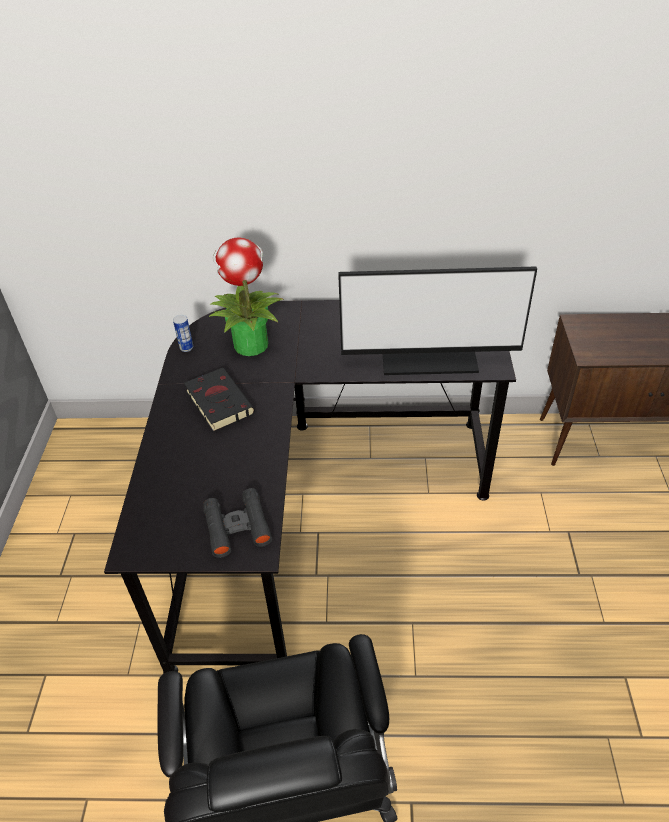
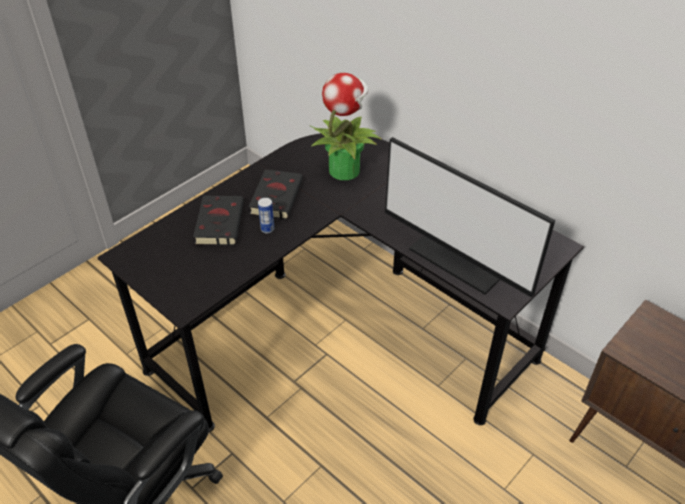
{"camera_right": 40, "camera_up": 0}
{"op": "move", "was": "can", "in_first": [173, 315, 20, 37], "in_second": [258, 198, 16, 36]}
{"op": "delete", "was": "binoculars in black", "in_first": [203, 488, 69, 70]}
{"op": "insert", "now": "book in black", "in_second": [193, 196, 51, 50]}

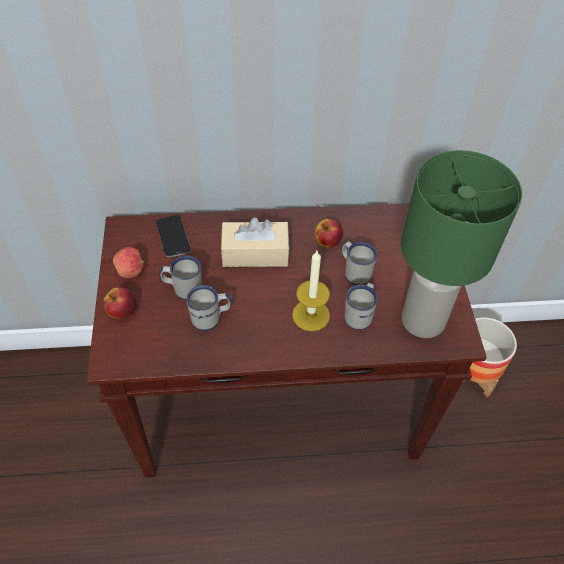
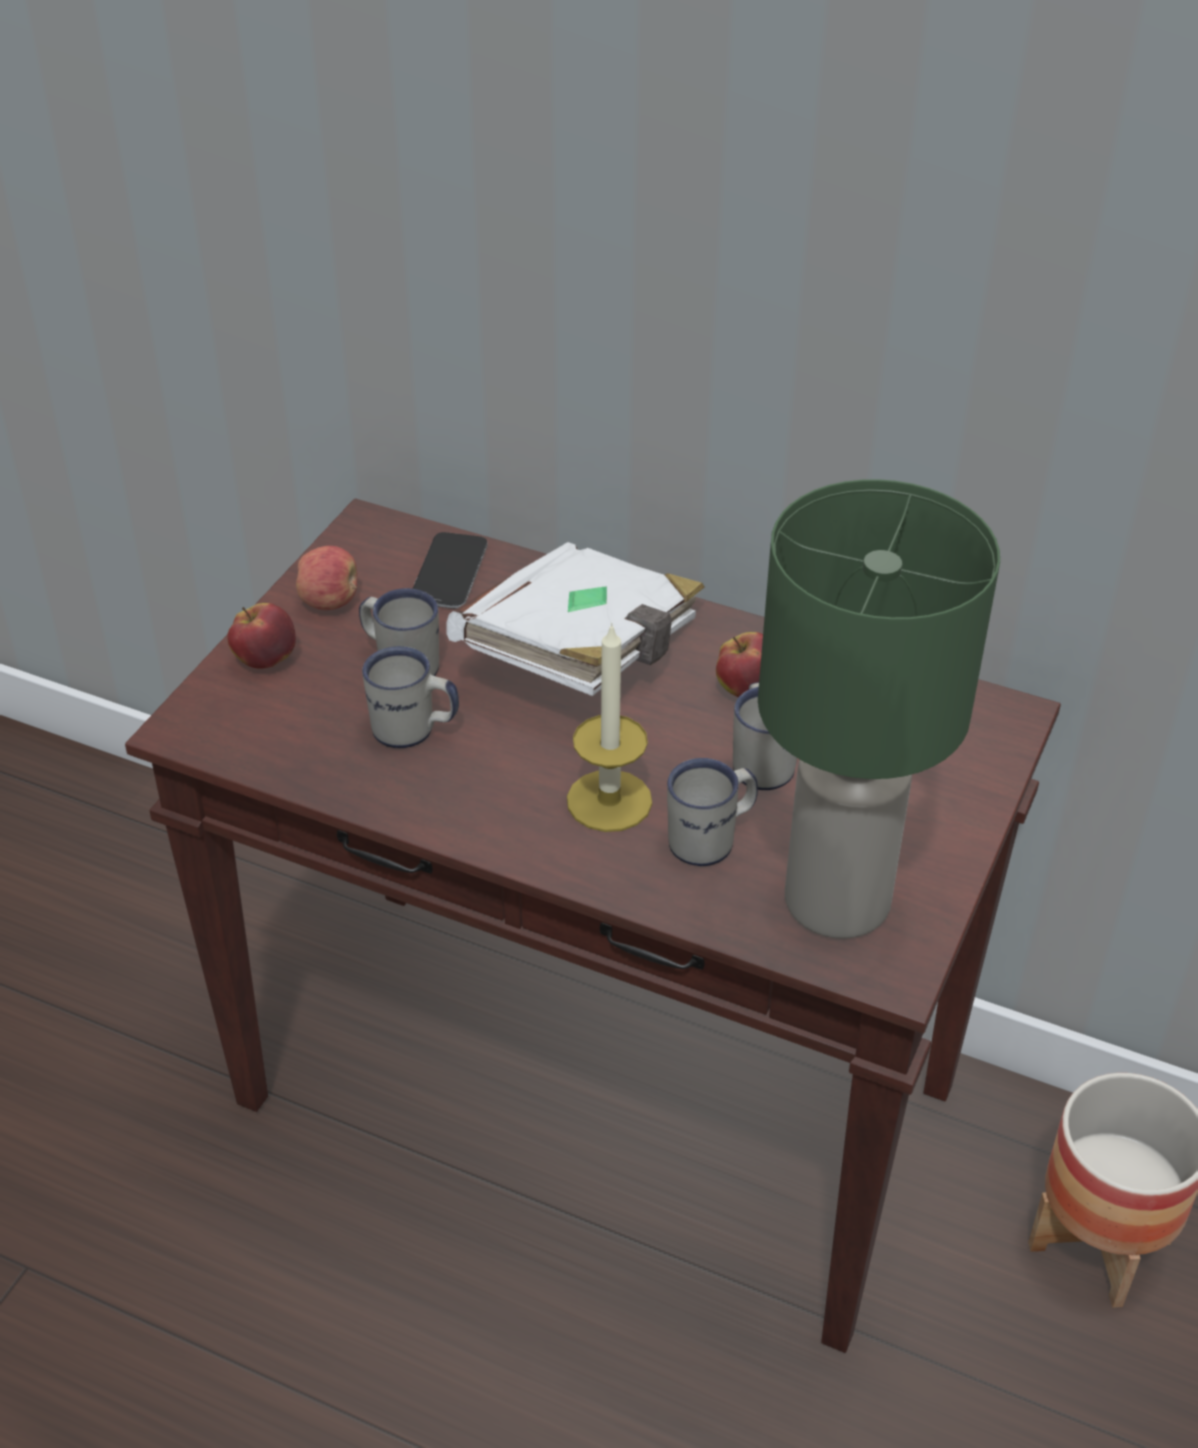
{"camera_right": 30, "camera_up": -10}
{"op": "replace", "was": "tissue box in beige", "now": "book in white", "in_first": [221, 217, 69, 50], "in_second": [446, 542, 258, 154]}

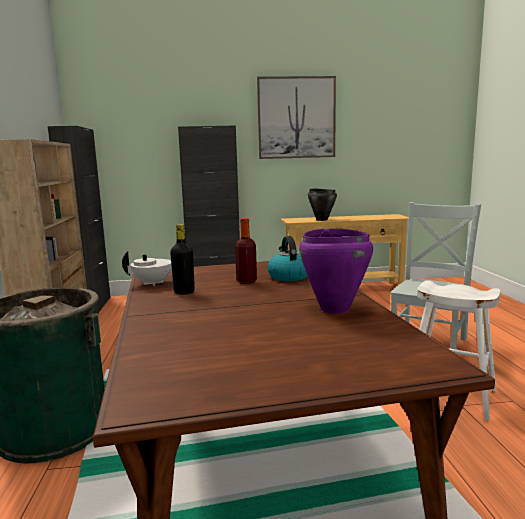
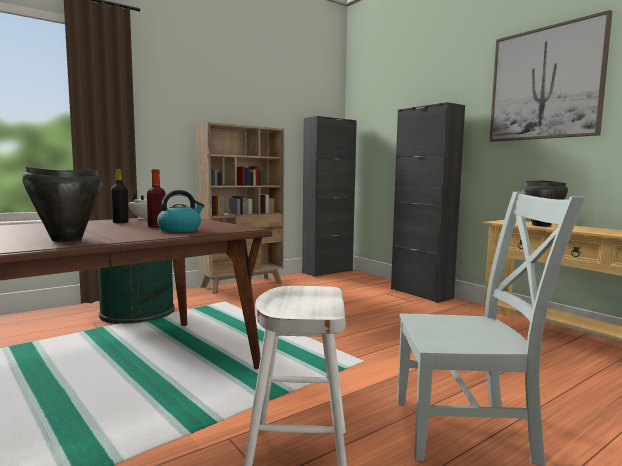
{"camera_right": 60, "camera_up": -5}
{"op": "recolor", "was": "cooking pot in purple", "now": "cooking pot in black", "in_first": [299, 228, 74, 86], "in_second": [22, 166, 80, 76]}

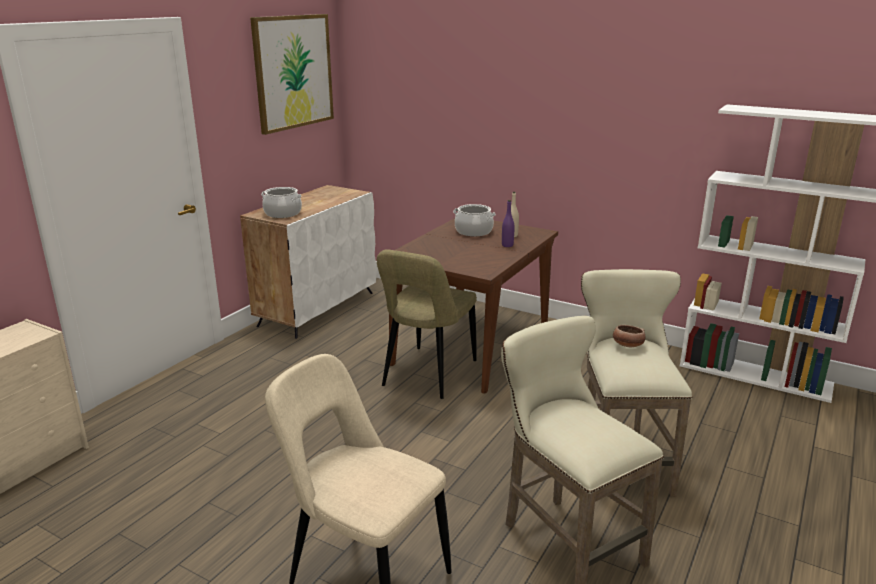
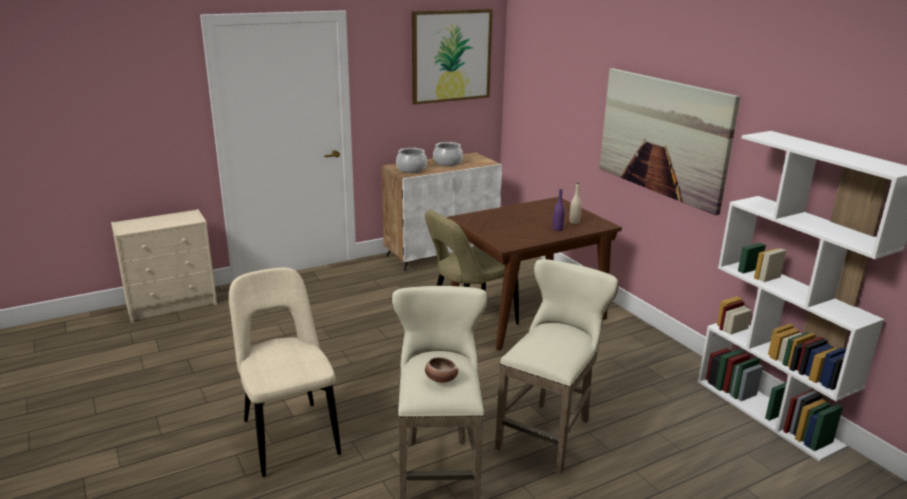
{"camera_right": 30, "camera_up": 0}
{"op": "move", "was": "cooking pot", "in_first": [453, 204, 43, 32], "in_second": [433, 142, 30, 24]}
{"op": "move", "was": "bowl", "in_first": [613, 325, 32, 22], "in_second": [425, 357, 33, 26]}
{"op": "insert", "now": "picture", "in_second": [599, 68, 141, 148]}

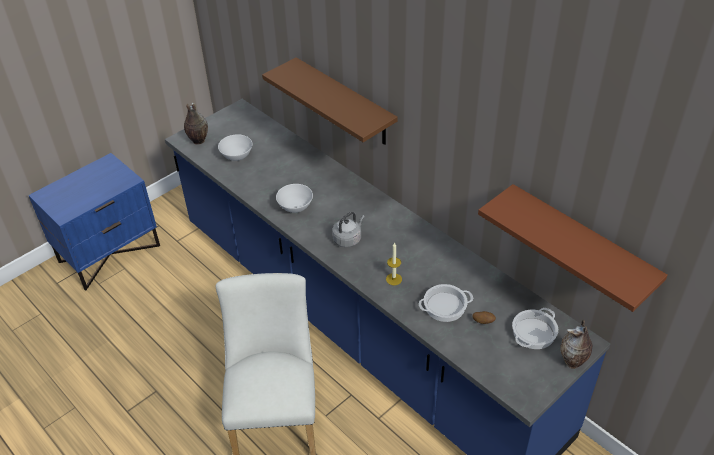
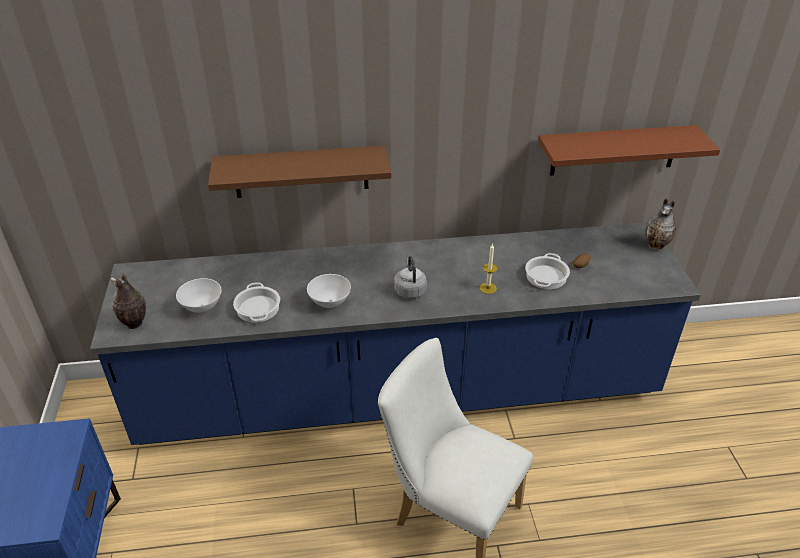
{"camera_right": -55, "camera_up": -5}
{"op": "move", "was": "cooking pot", "in_first": [512, 308, 46, 41], "in_second": [233, 282, 47, 41]}

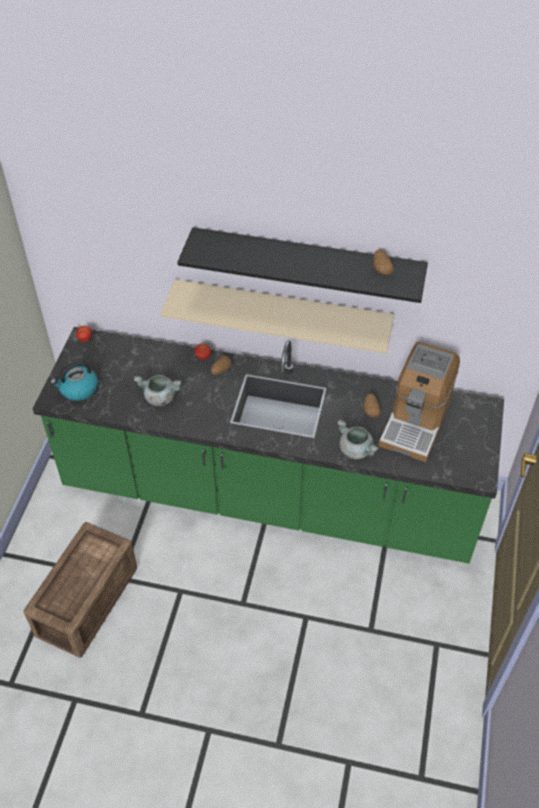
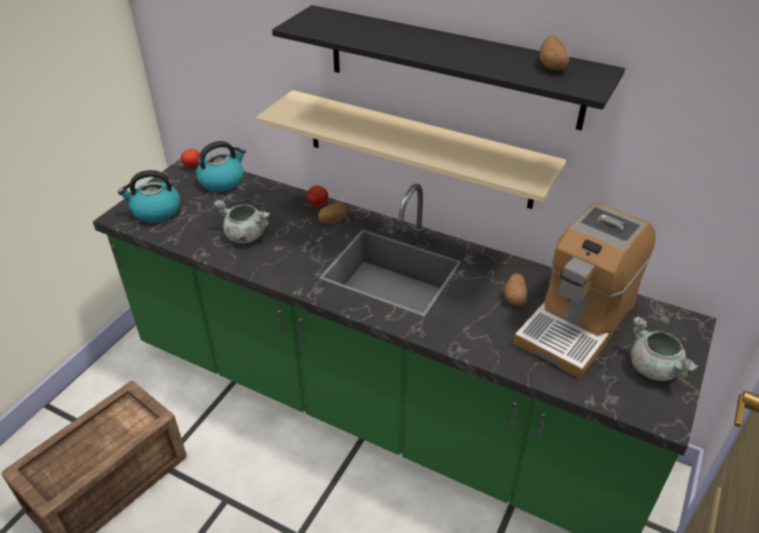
{"camera_right": 15, "camera_up": -10}
{"op": "move", "was": "cooking pot in grey", "in_first": [337, 420, 41, 39], "in_second": [631, 317, 67, 64]}
{"op": "insert", "now": "kettle", "in_second": [196, 141, 50, 51]}

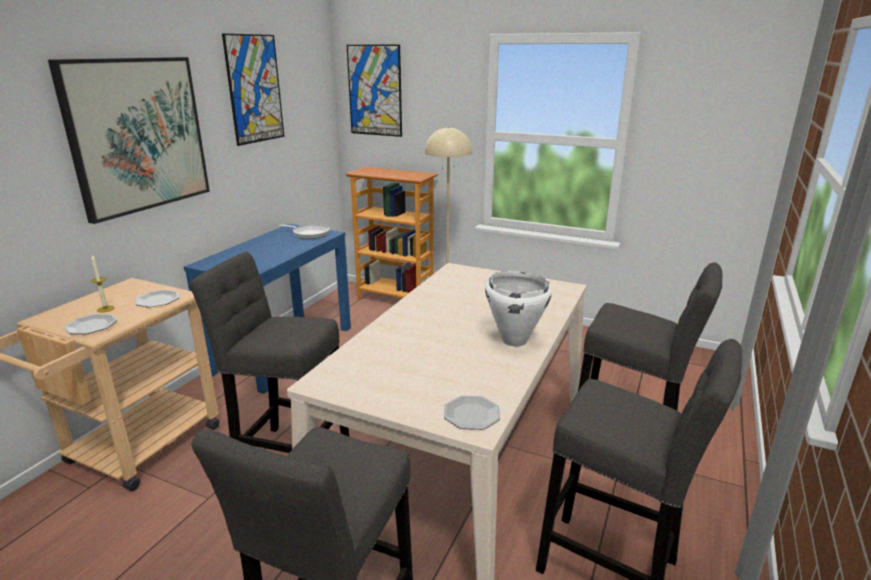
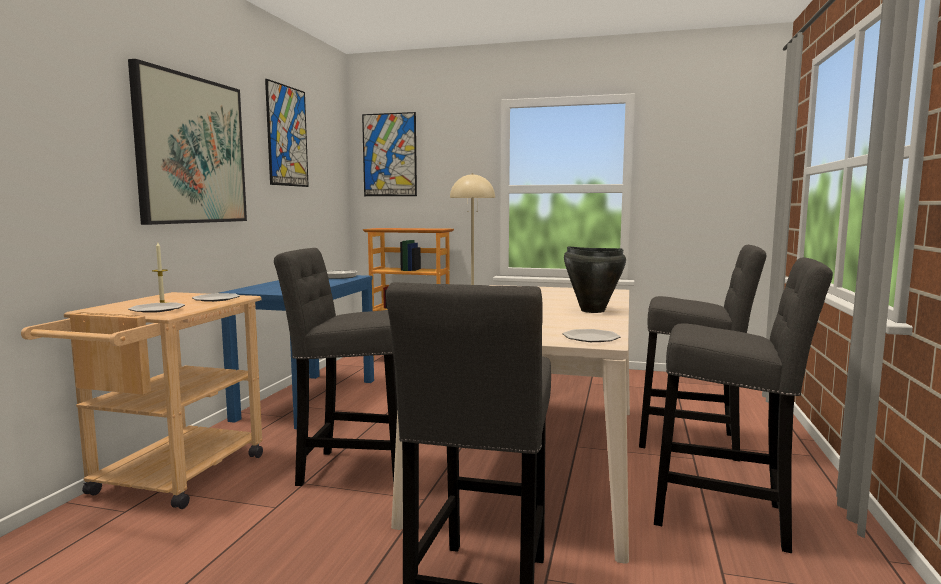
{"camera_right": -10, "camera_up": -15}
{"op": "recolor", "was": "cooking pot in white", "now": "cooking pot in black", "in_first": [485, 271, 67, 76], "in_second": [564, 246, 62, 67]}

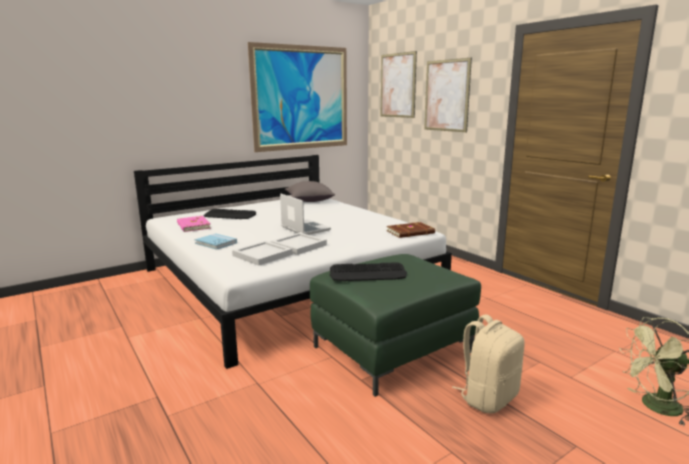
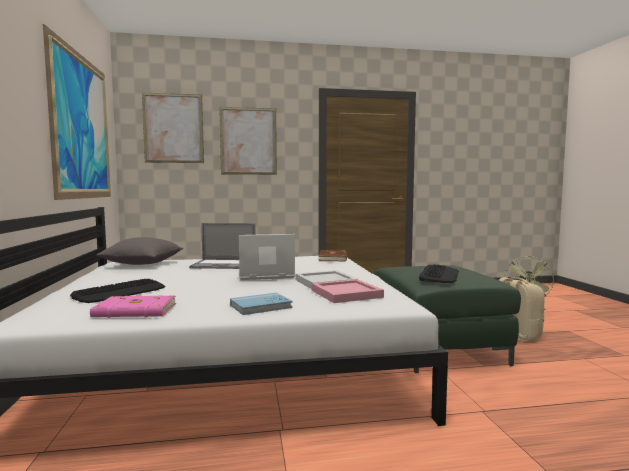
{"camera_right": -65, "camera_up": -10}
{"op": "recolor", "was": "tray in white", "now": "tray in pink", "in_first": [232, 241, 61, 25], "in_second": [312, 279, 72, 24]}
{"op": "insert", "now": "laptop", "in_second": [189, 223, 67, 46]}

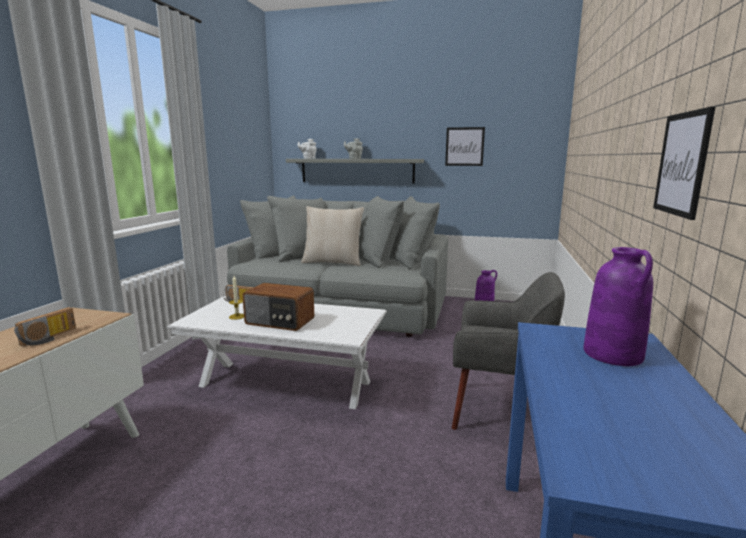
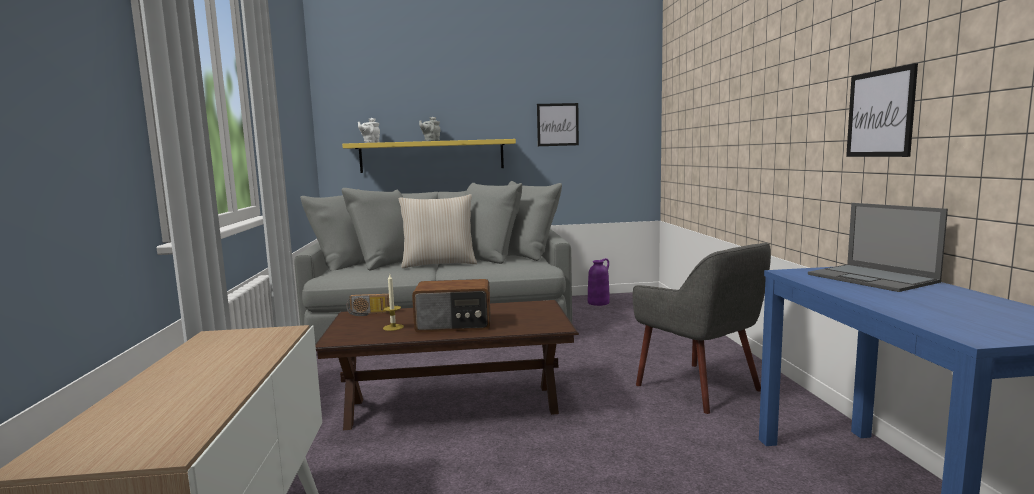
{"camera_right": -20, "camera_up": -5}
{"op": "delete", "was": "radio", "in_first": [14, 307, 62, 39]}
{"op": "recolor", "was": "coffee table in white", "now": "coffee table in brown", "in_first": [167, 296, 220, 113], "in_second": [315, 300, 264, 130]}
{"op": "recolor", "was": "shelf in grey", "now": "shelf in yellow", "in_first": [286, 159, 138, 25], "in_second": [342, 139, 174, 34]}
{"op": "rotate", "was": "armchair in grey", "in_first": [452, 272, 113, 158], "in_second": [632, 243, 139, 171], "clockwise": 60}
{"op": "replace", "was": "vase in purple", "now": "laptop", "in_first": [583, 247, 70, 119], "in_second": [808, 203, 140, 89]}

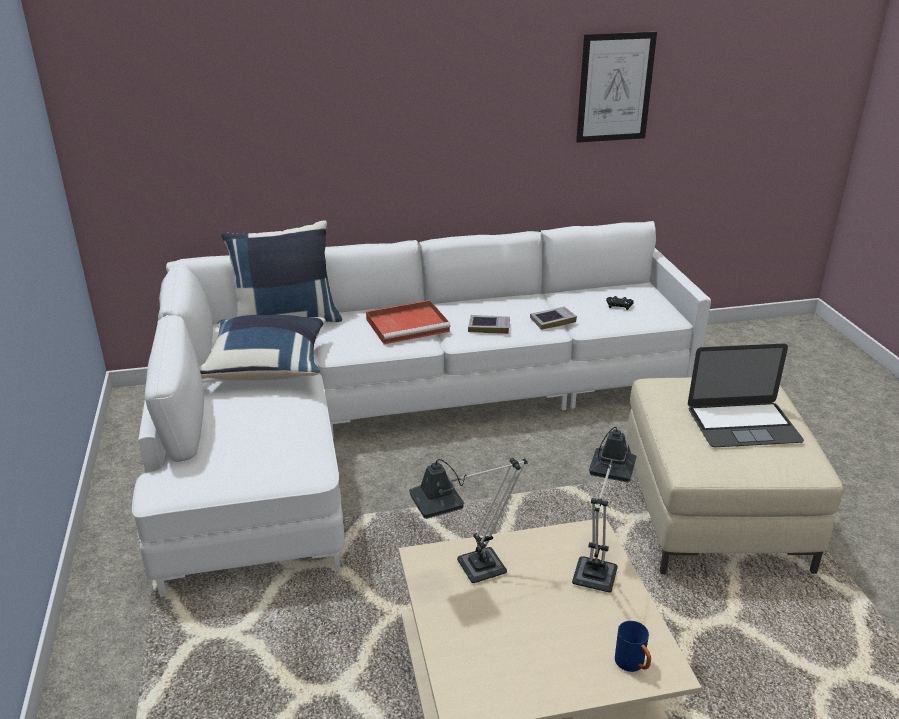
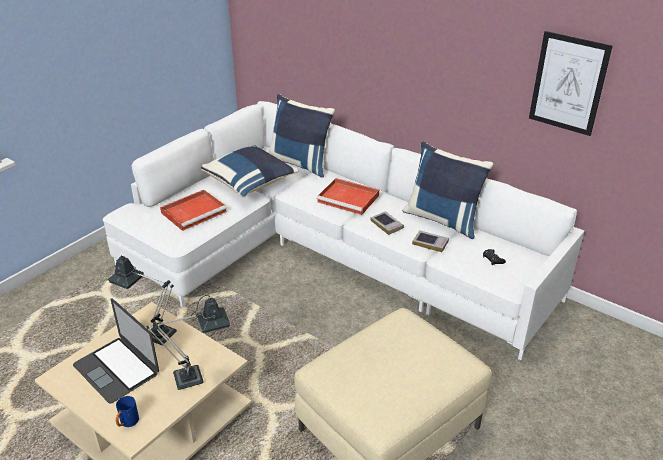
{"camera_right": 50, "camera_up": 5}
{"op": "move", "was": "laptop", "in_first": [688, 344, 116, 103], "in_second": [73, 298, 86, 105]}
{"op": "insert", "now": "tray in red", "in_second": [160, 190, 67, 41]}
{"op": "insert", "now": "pillow in blue", "in_second": [403, 142, 90, 97]}

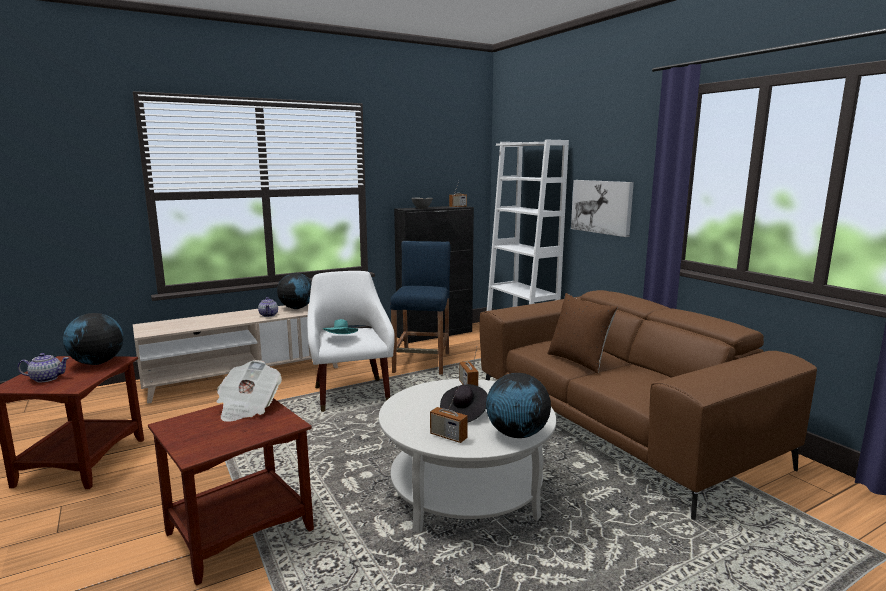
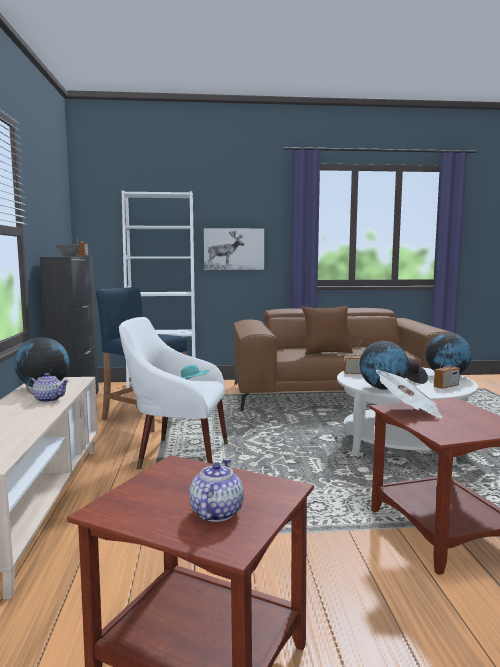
{"camera_right": -65, "camera_up": -5}
{"op": "move", "was": "globe", "in_first": [63, 313, 61, 52], "in_second": [359, 341, 50, 49]}

